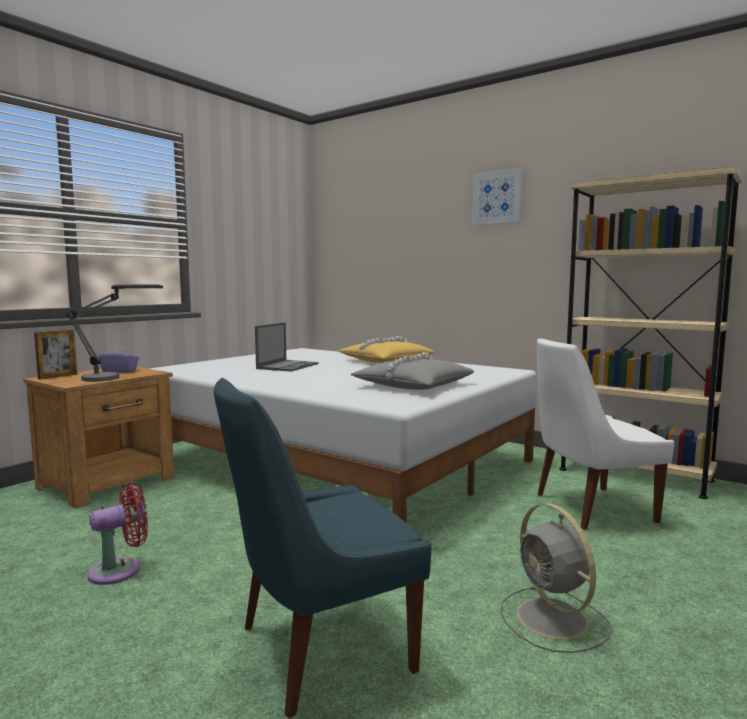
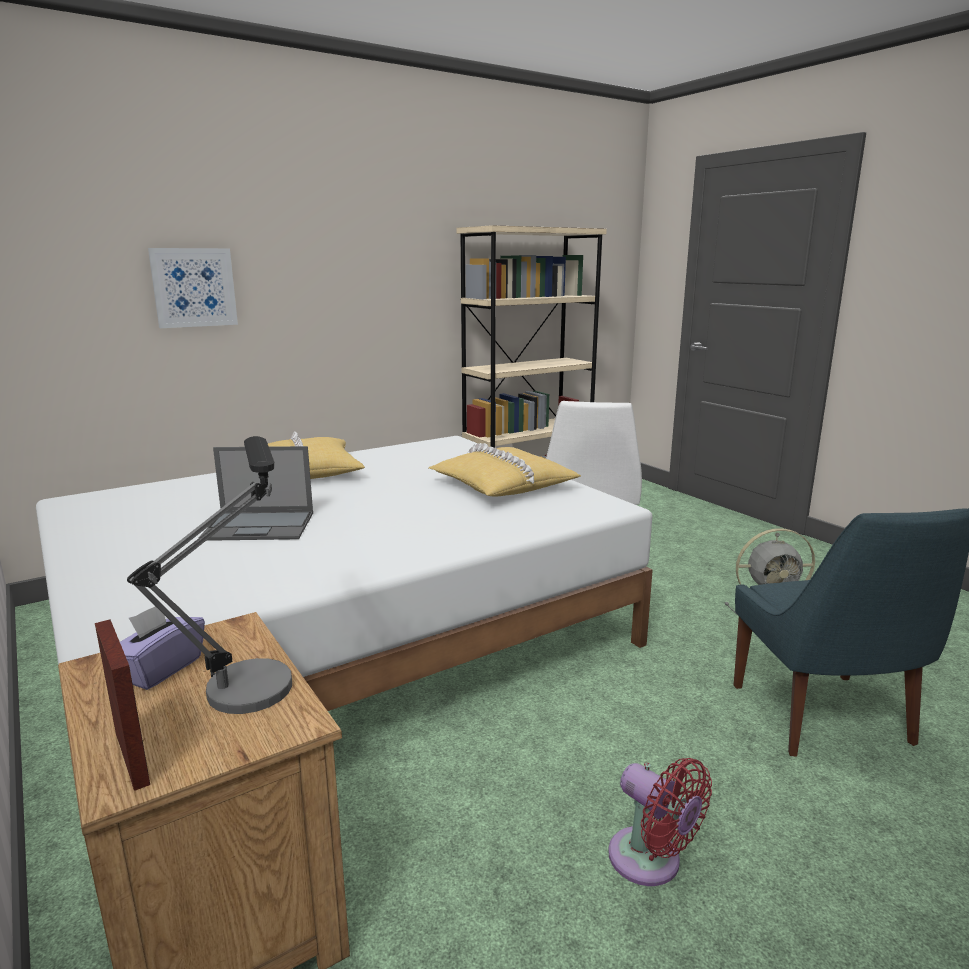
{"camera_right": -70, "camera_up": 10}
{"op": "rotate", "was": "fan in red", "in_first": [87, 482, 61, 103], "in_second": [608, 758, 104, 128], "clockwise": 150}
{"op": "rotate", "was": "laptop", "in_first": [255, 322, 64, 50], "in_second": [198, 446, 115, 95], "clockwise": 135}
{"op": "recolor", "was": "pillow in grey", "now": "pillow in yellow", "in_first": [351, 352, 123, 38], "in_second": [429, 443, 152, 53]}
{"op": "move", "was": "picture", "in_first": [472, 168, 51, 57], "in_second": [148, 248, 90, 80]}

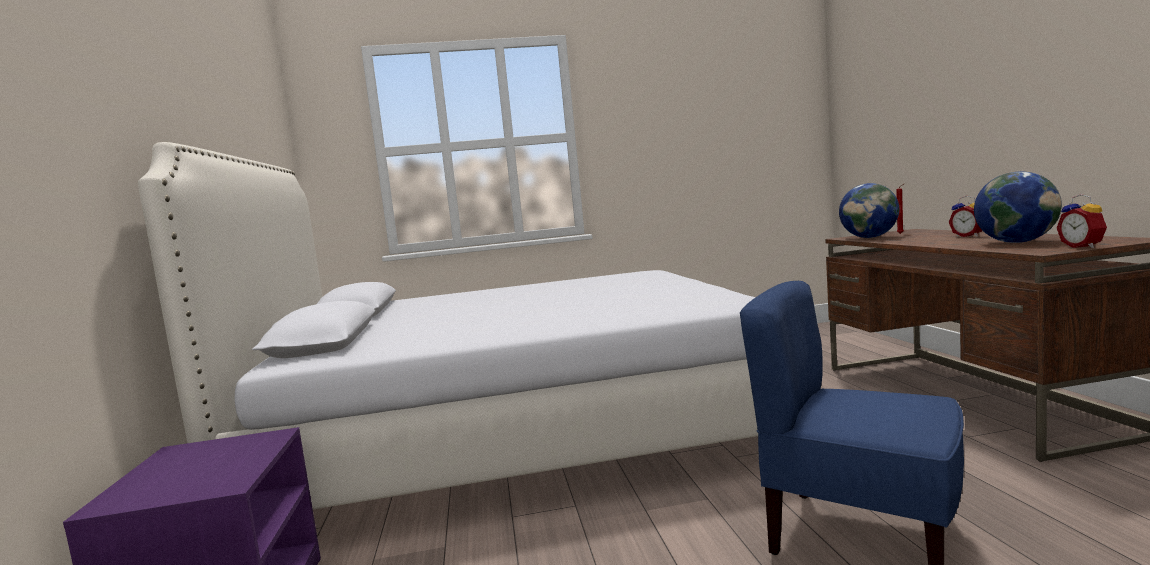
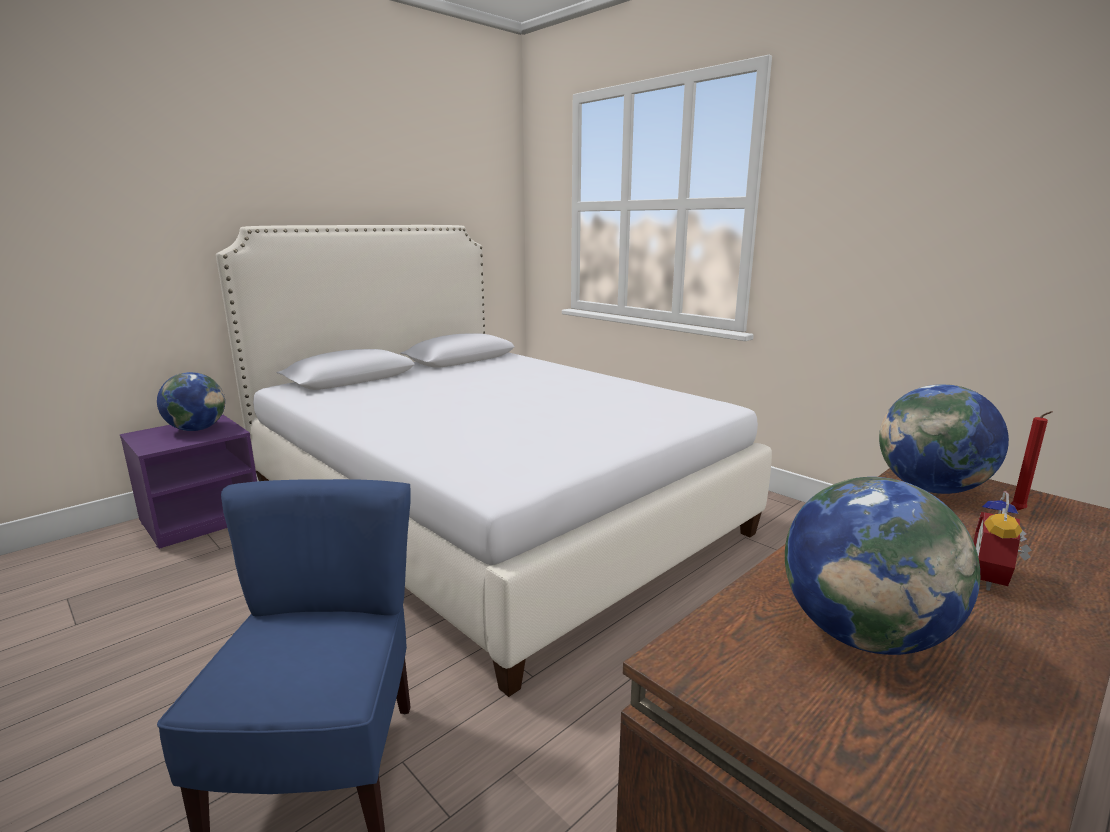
{"camera_right": 55, "camera_up": 10}
{"op": "delete", "was": "alarm clock", "in_first": [1057, 194, 50, 54]}
{"op": "insert", "now": "globe", "in_second": [157, 372, 68, 59]}

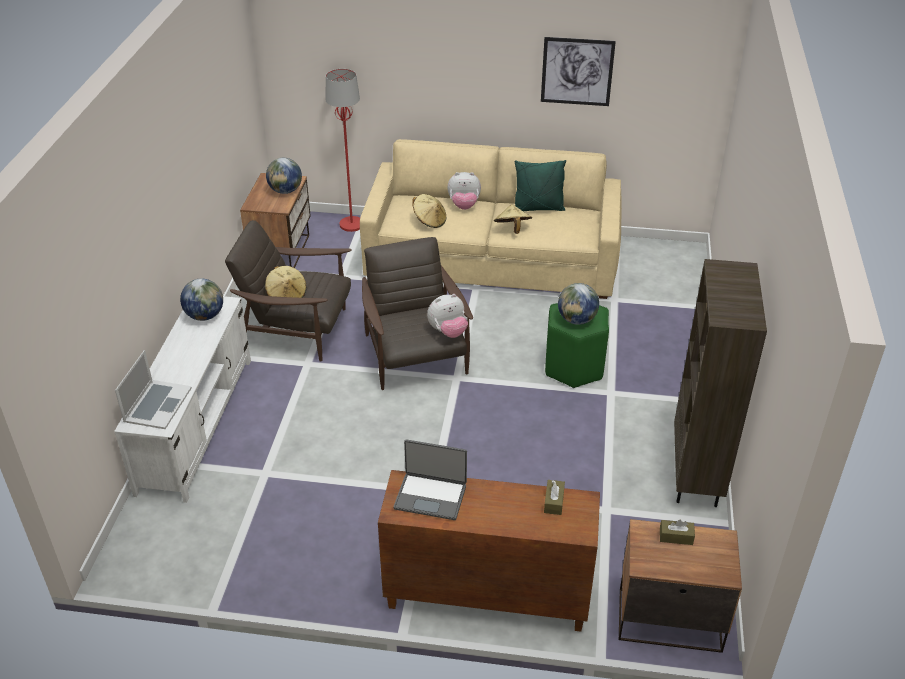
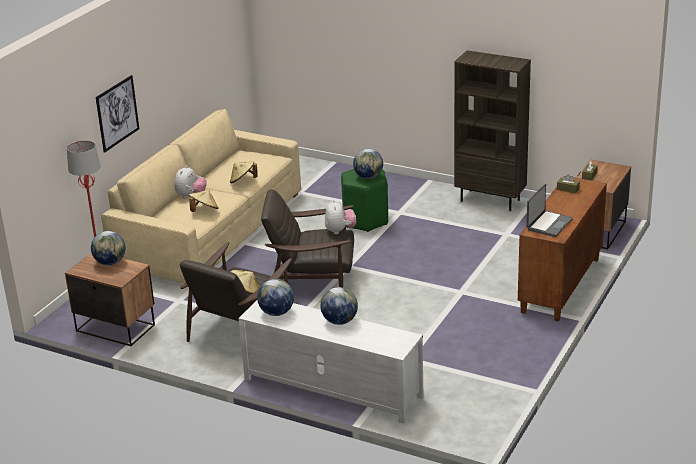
{"camera_right": -70, "camera_up": -10}
{"op": "delete", "was": "laptop", "in_first": [115, 350, 77, 79]}
{"op": "delete", "was": "pillow in green", "in_first": [515, 160, 51, 52]}
{"op": "move", "was": "picture", "in_first": [541, 37, 75, 69], "in_second": [95, 75, 44, 78]}
{"op": "insert", "now": "globe", "in_second": [321, 287, 37, 38]}

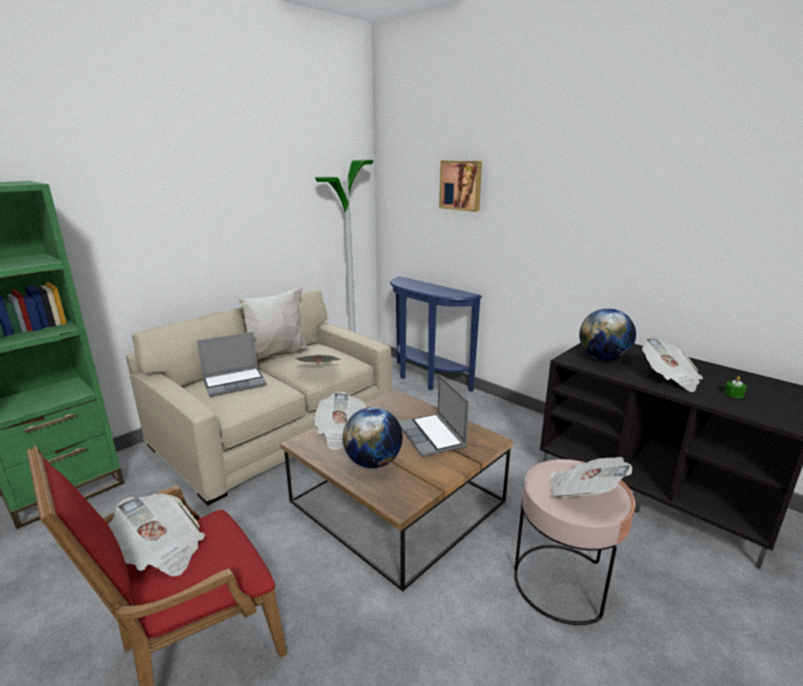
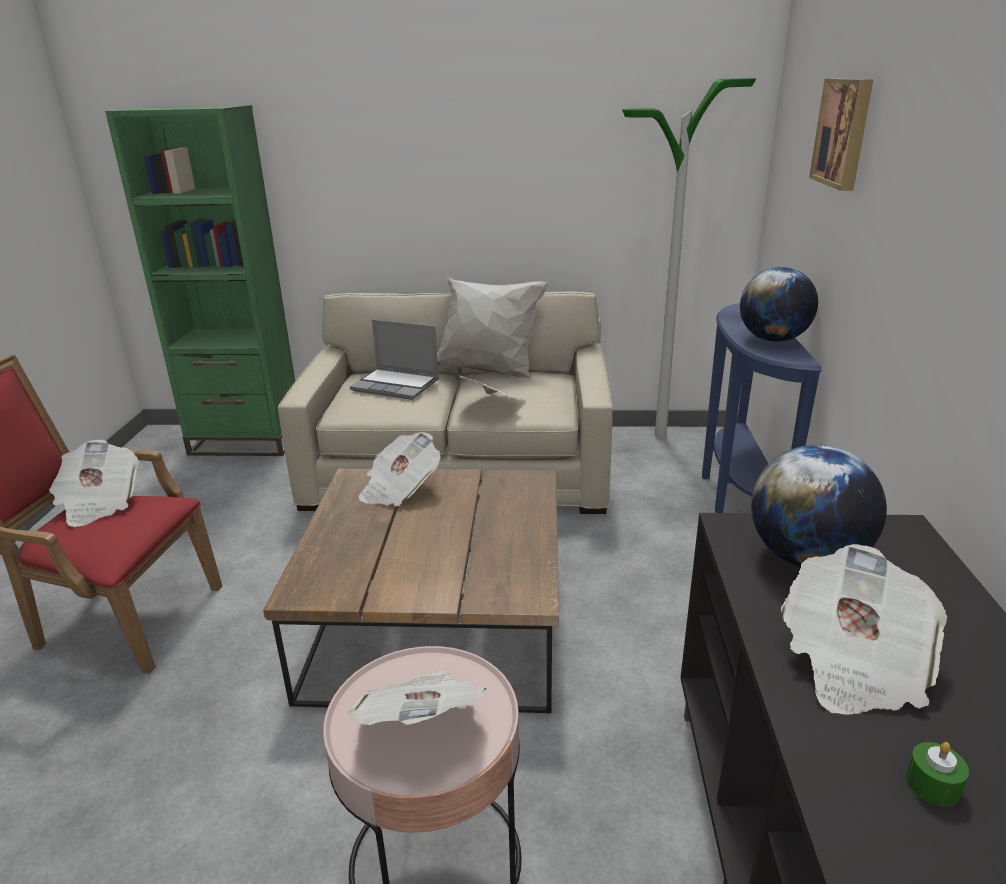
{"camera_right": 50, "camera_up": 5}
{"op": "move", "was": "globe", "in_first": [343, 407, 60, 61], "in_second": [740, 267, 78, 75]}
{"op": "delete", "was": "laptop", "in_first": [399, 374, 70, 83]}

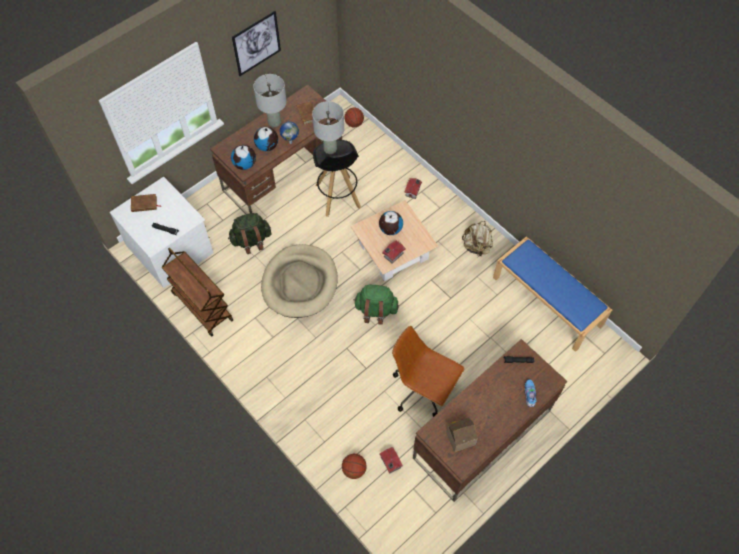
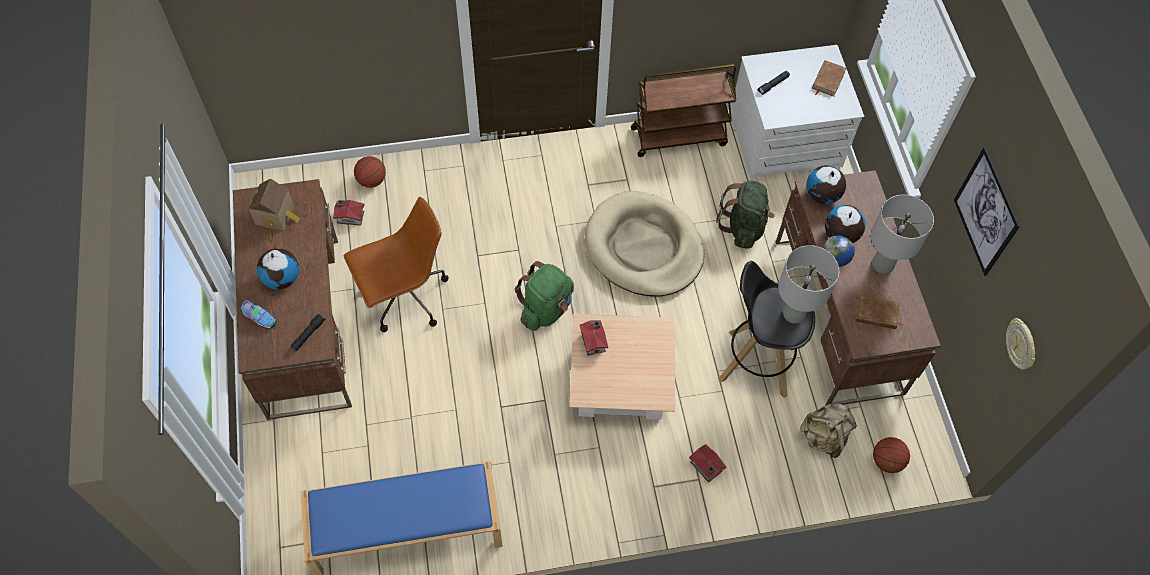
{"camera_right": 120, "camera_up": 0}
{"op": "move", "was": "globe", "in_first": [379, 211, 24, 24], "in_second": [257, 248, 42, 41]}
{"op": "move", "was": "backpack in beige", "in_first": [462, 221, 31, 35], "in_second": [800, 403, 57, 55]}
{"op": "insert", "now": "wall clock", "in_second": [1006, 318, 29, 51]}

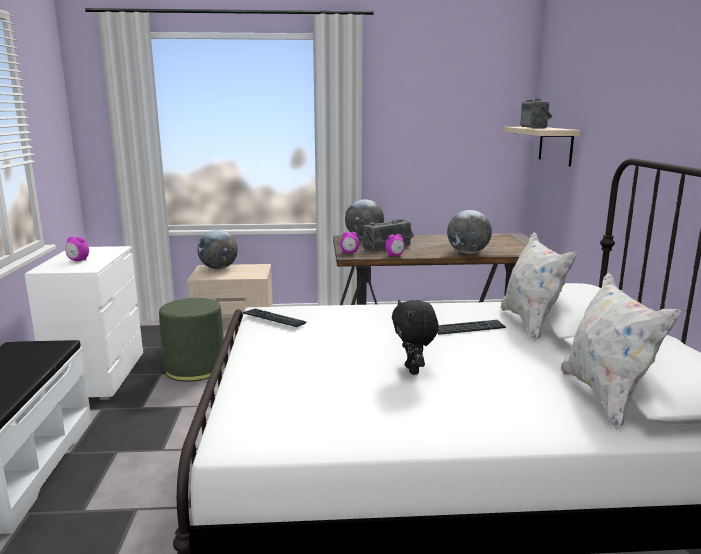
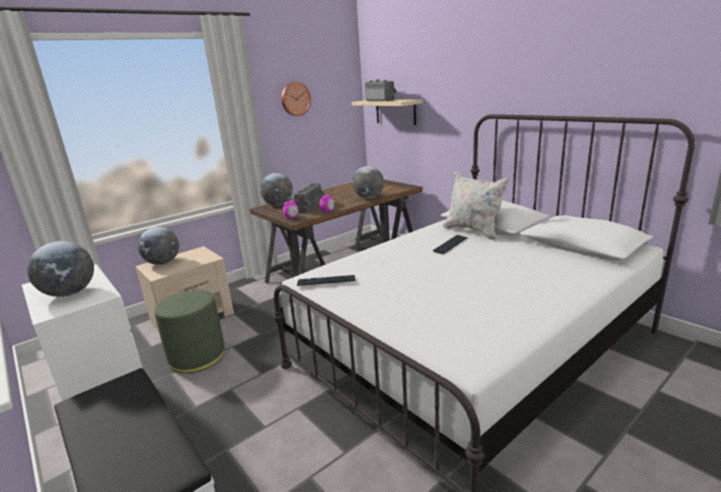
{"camera_right": -35, "camera_up": 5}
{"op": "replace", "was": "alarm clock", "now": "globe", "in_first": [65, 236, 24, 25], "in_second": [27, 241, 67, 56]}
{"op": "delete", "was": "plush toy in black", "in_first": [392, 300, 47, 75]}
{"op": "delete", "was": "pillow in white", "in_first": [561, 272, 120, 158]}
{"op": "insert", "now": "wall clock", "in_second": [281, 82, 30, 34]}

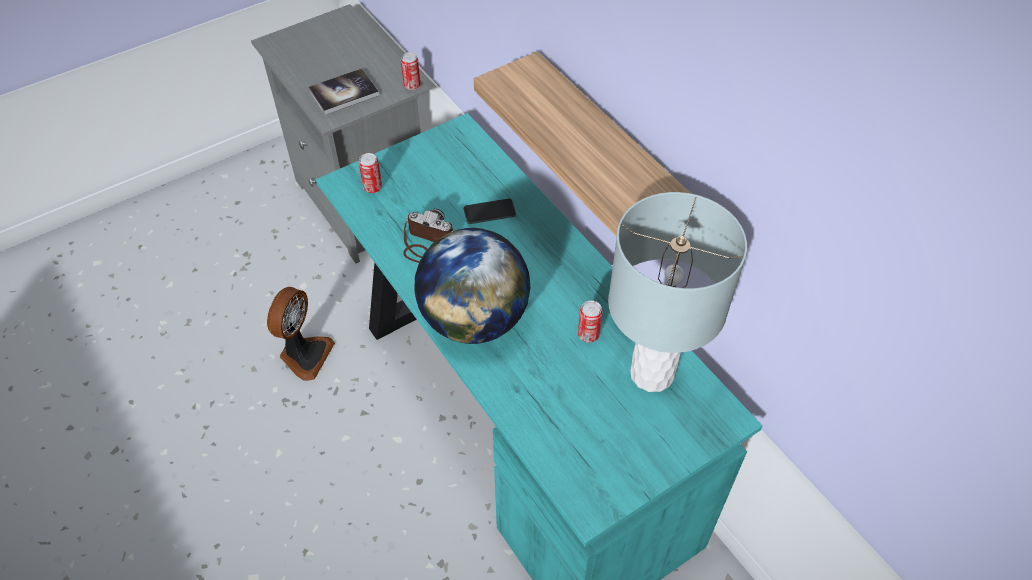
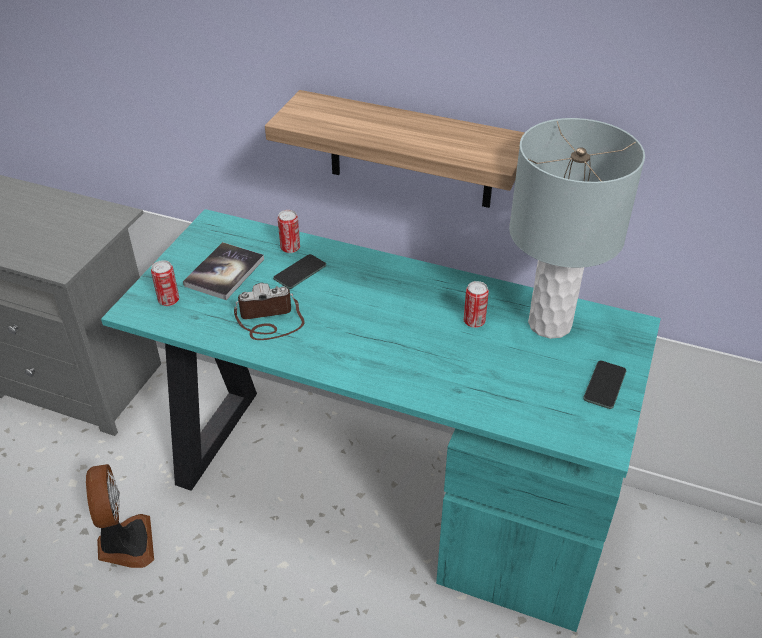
{"camera_right": -35, "camera_up": -10}
{"op": "move", "was": "book", "in_first": [308, 69, 71, 46], "in_second": [183, 242, 81, 58]}
{"op": "move", "was": "can", "in_first": [401, 53, 20, 37], "in_second": [278, 210, 22, 43]}
{"op": "delete", "was": "globe", "in_first": [415, 228, 115, 116]}
{"op": "insert", "now": "phone", "in_second": [583, 361, 43, 48]}

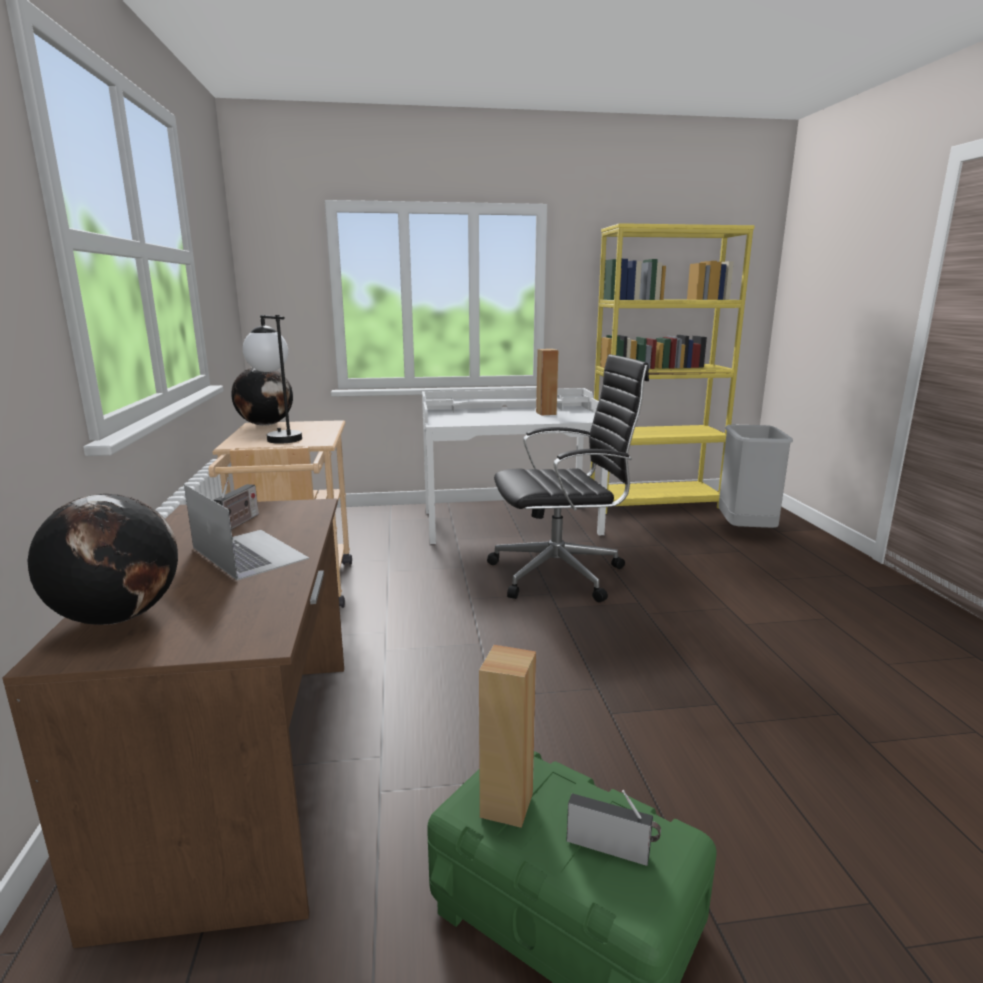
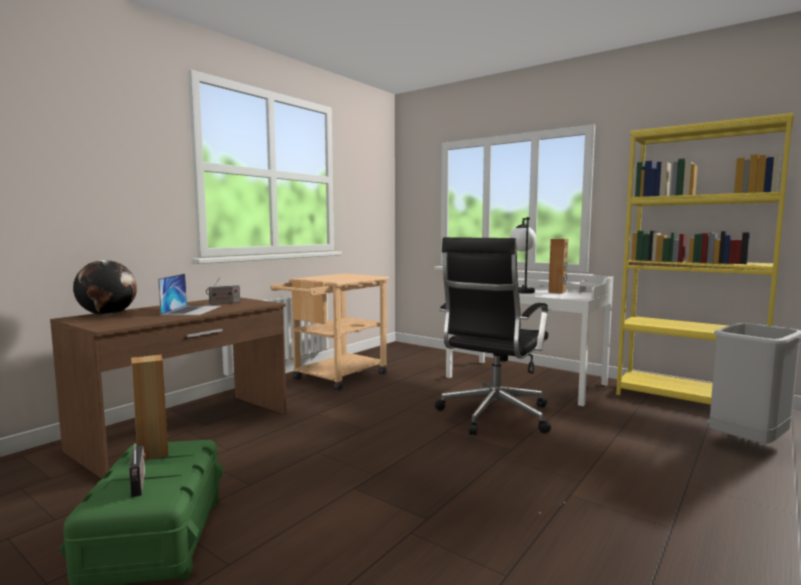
{"camera_right": 45, "camera_up": -10}
{"op": "delete", "was": "globe", "in_first": [231, 367, 62, 59]}
{"op": "move", "was": "table lamp", "in_first": [243, 315, 59, 129], "in_second": [510, 217, 26, 77]}
{"op": "rotate", "was": "office chair in black", "in_first": [487, 354, 162, 248], "in_second": [435, 237, 116, 198], "clockwise": 90}

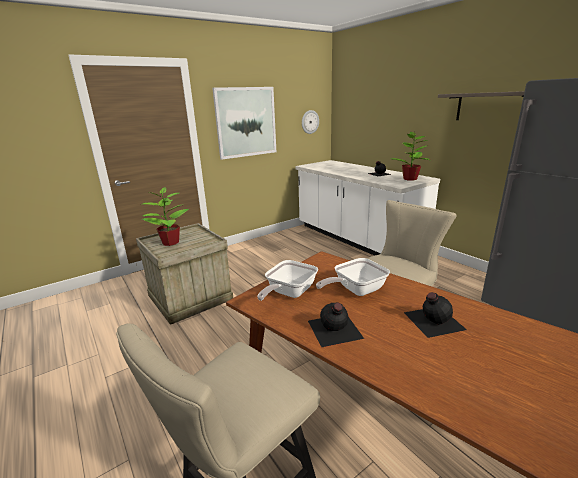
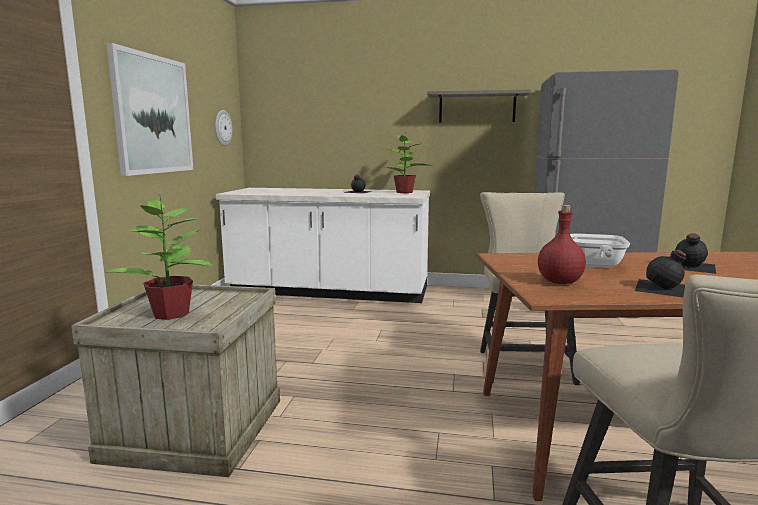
{"camera_right": -45, "camera_up": -10}
{"op": "replace", "was": "frying pan", "now": "bottle in red", "in_first": [257, 260, 61, 41], "in_second": [538, 205, 48, 79]}

